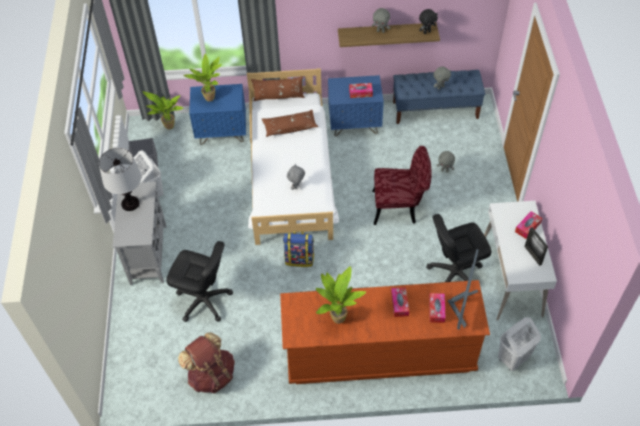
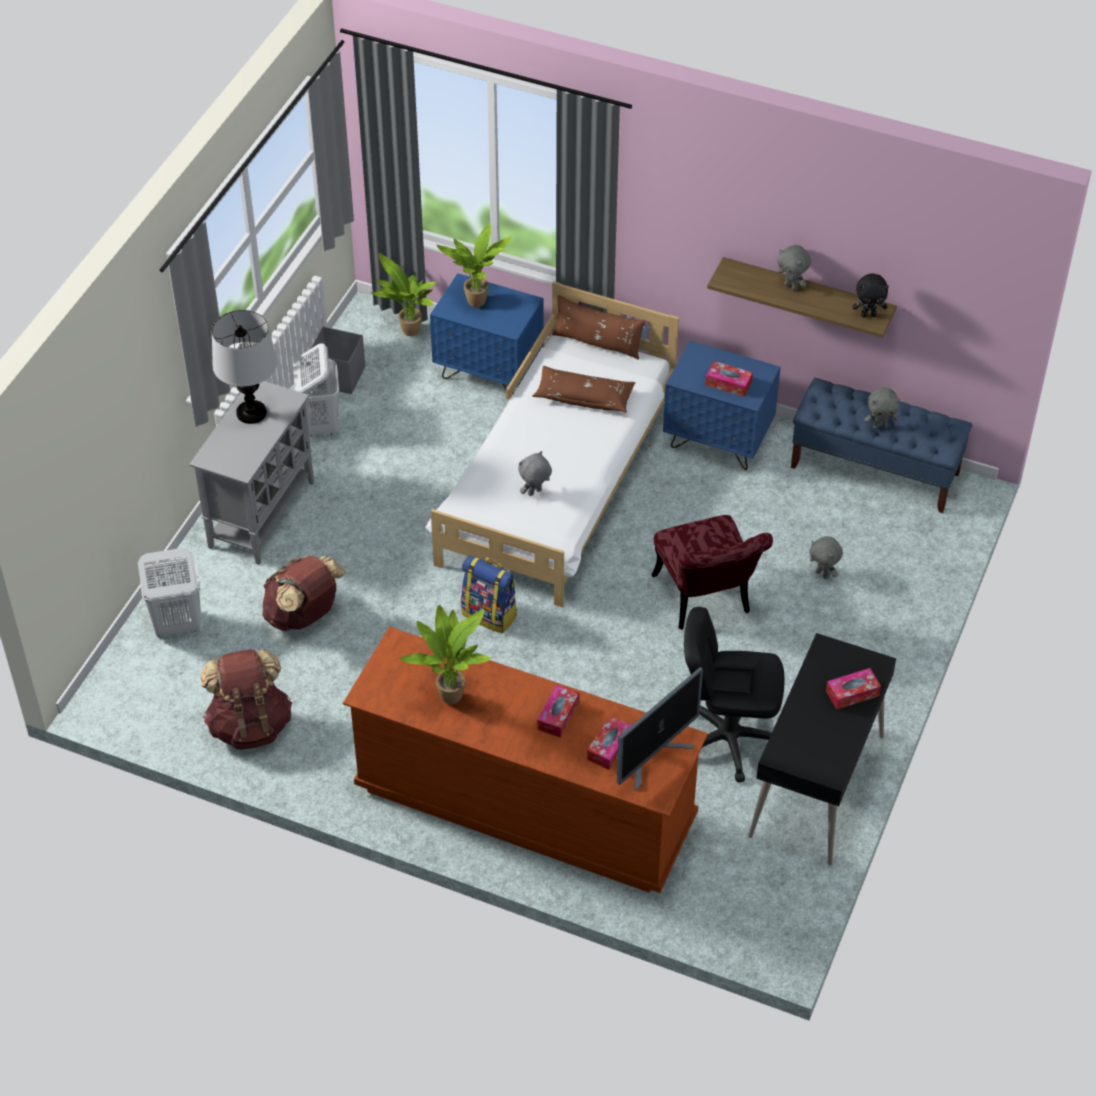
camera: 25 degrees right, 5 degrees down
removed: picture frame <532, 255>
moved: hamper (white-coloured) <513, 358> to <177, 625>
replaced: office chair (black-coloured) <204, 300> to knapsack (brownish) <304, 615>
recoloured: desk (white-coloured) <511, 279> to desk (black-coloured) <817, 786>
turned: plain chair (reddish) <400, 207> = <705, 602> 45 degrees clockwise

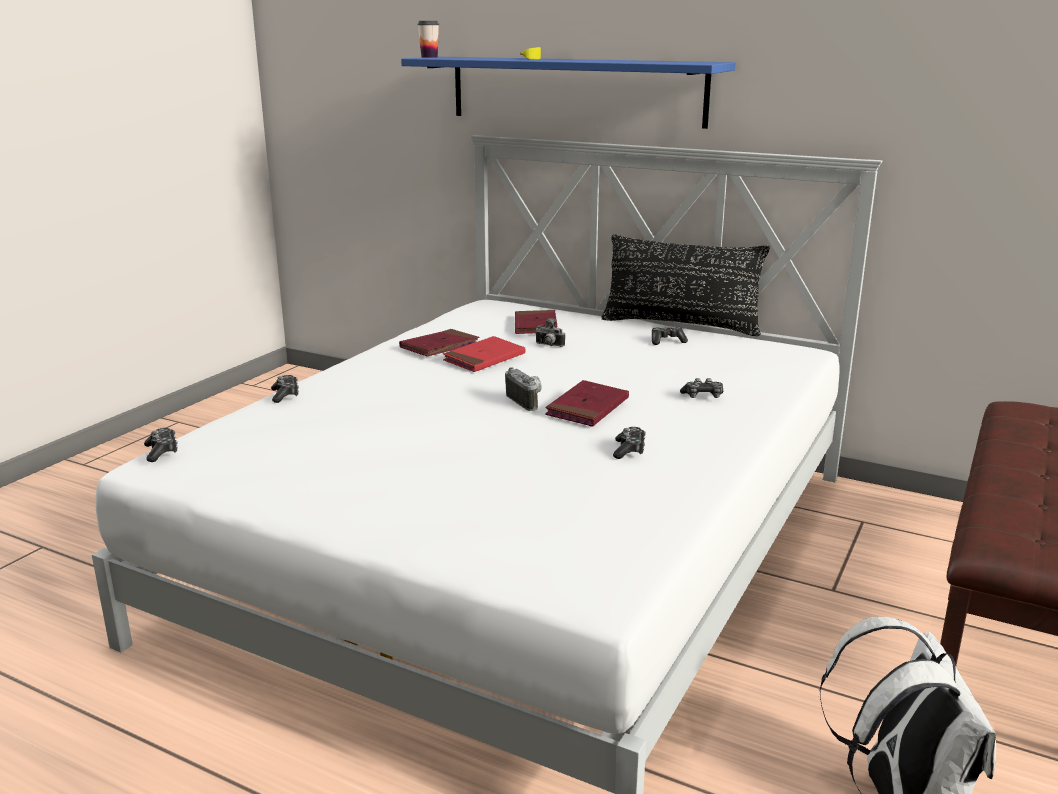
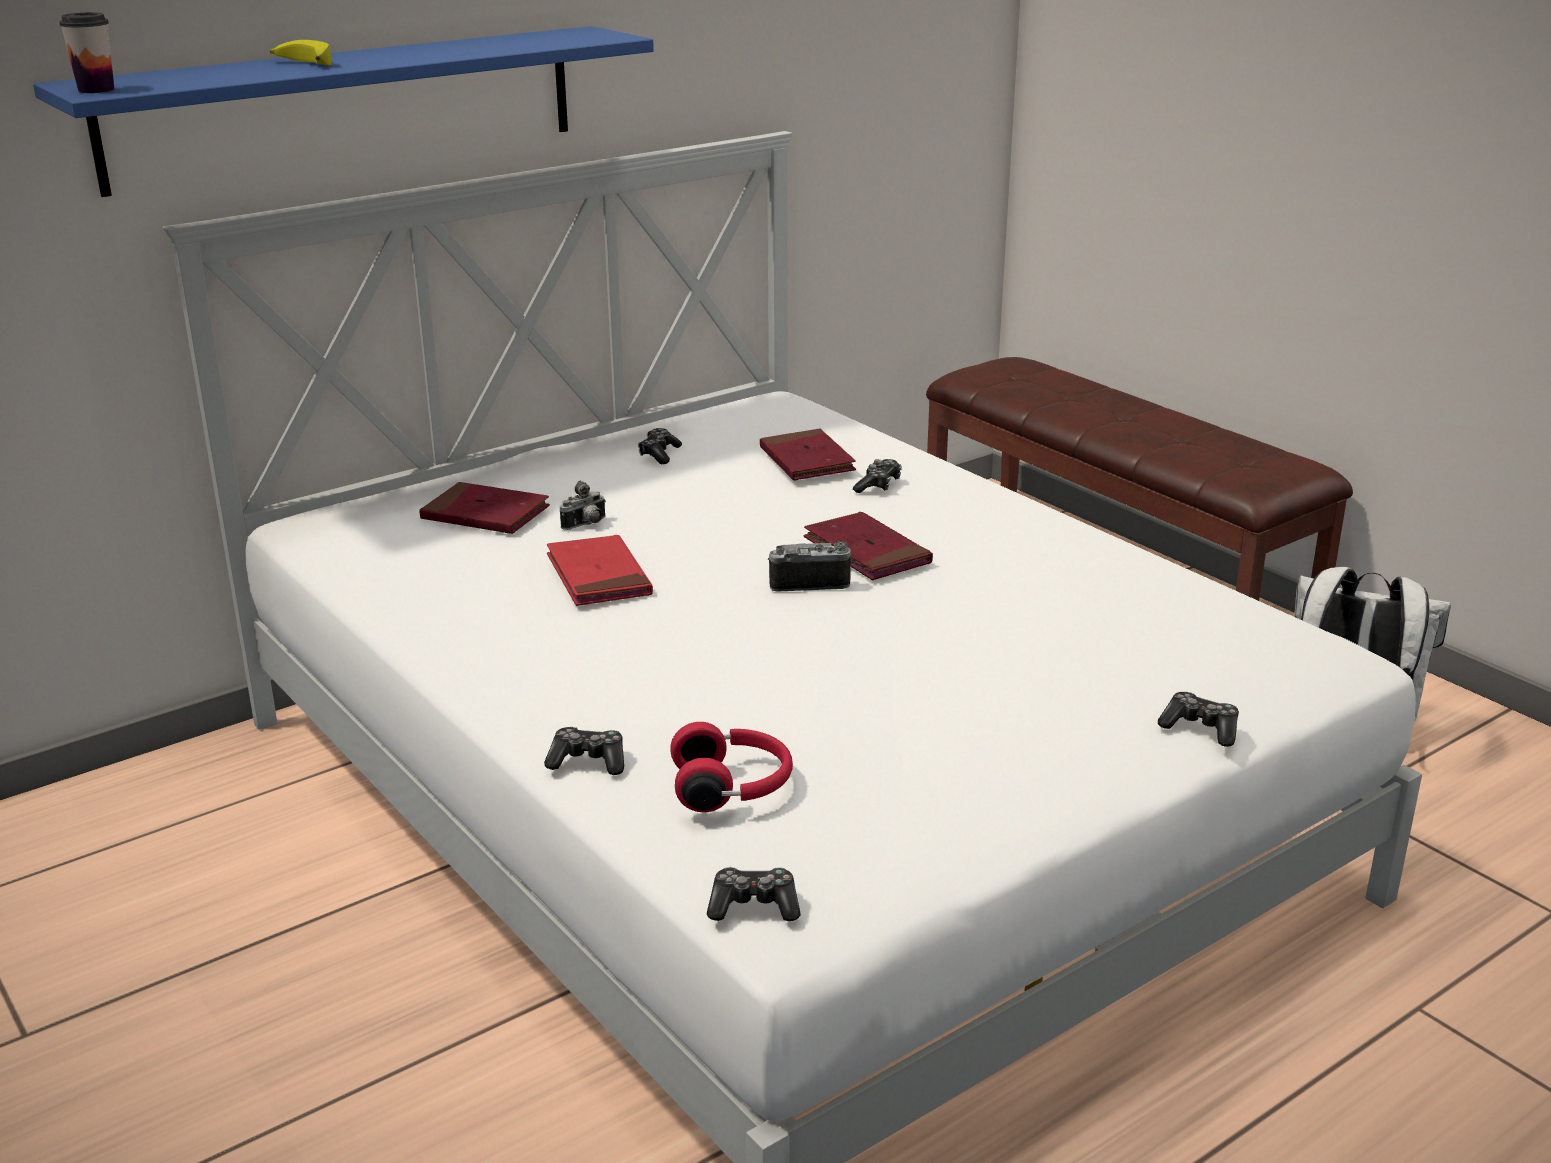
camera: 65 degrees left, 5 degrees up
removed: pillow (black-coloured) <680, 325>
added: pair of headphones (reddish) <733, 788>
moved: book (reddish) <440, 347> to <806, 460>; gamepad <629, 450> to <1200, 728>

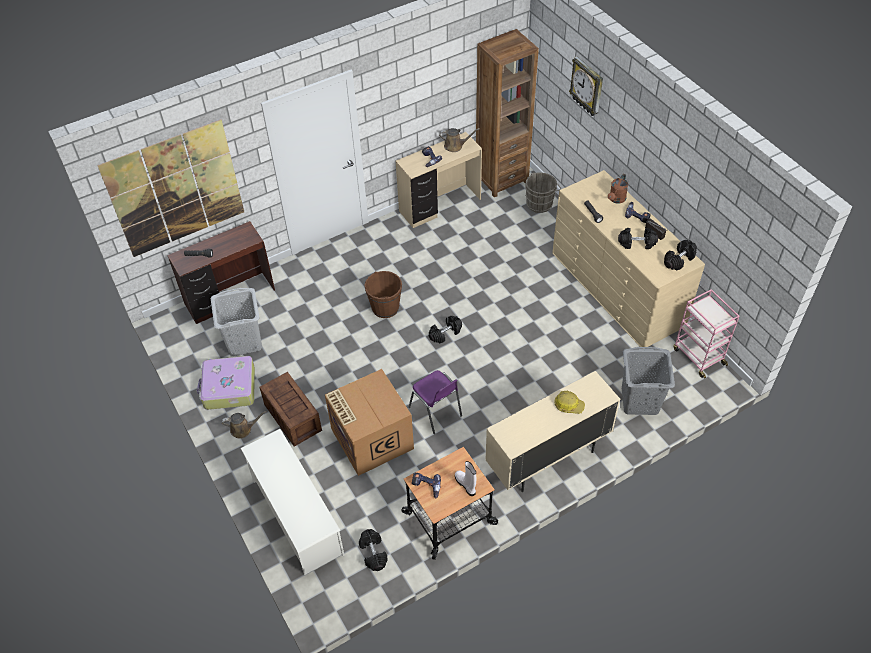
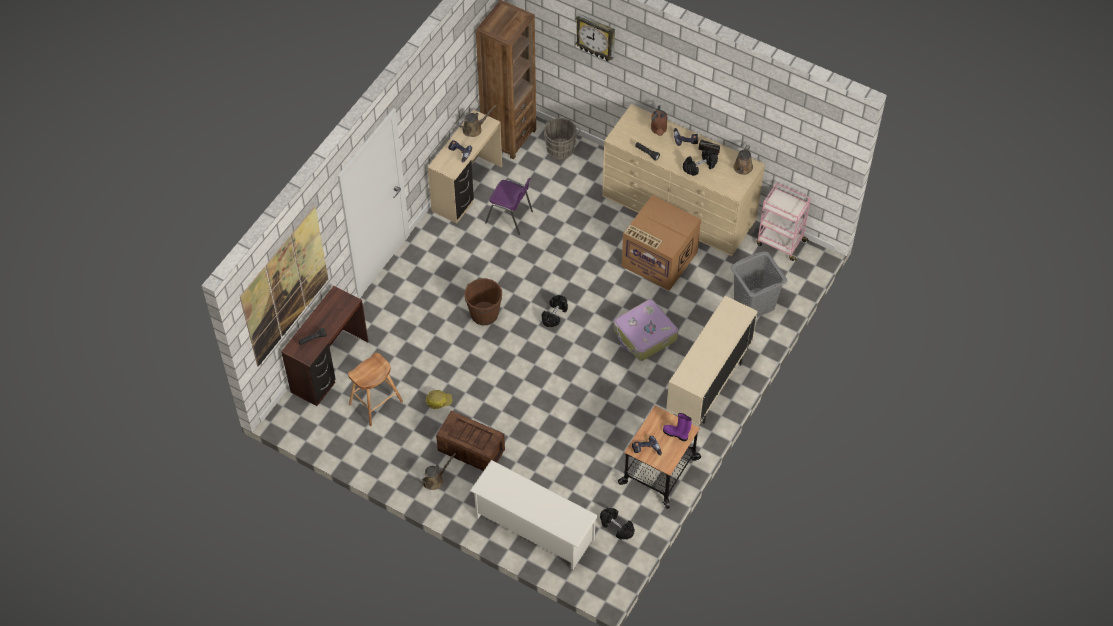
camera: 30 degrees left, 5 degrees up
moved: travel case <229, 388> to <645, 335>; carton <371, 438> to <658, 259>; plain chair (purple-coloured) <436, 412> to <510, 217>; safety helmet <568, 405> to <438, 401>
replaced: hand weight (black-coloured) <679, 260> to sprinkling can (brownish) <742, 168>; hamper (grey) <244, 342> to stool (brownish) <376, 403>
recoloured: boot (white-coloured) <466, 485> to boot (purple-coloured) <676, 434>

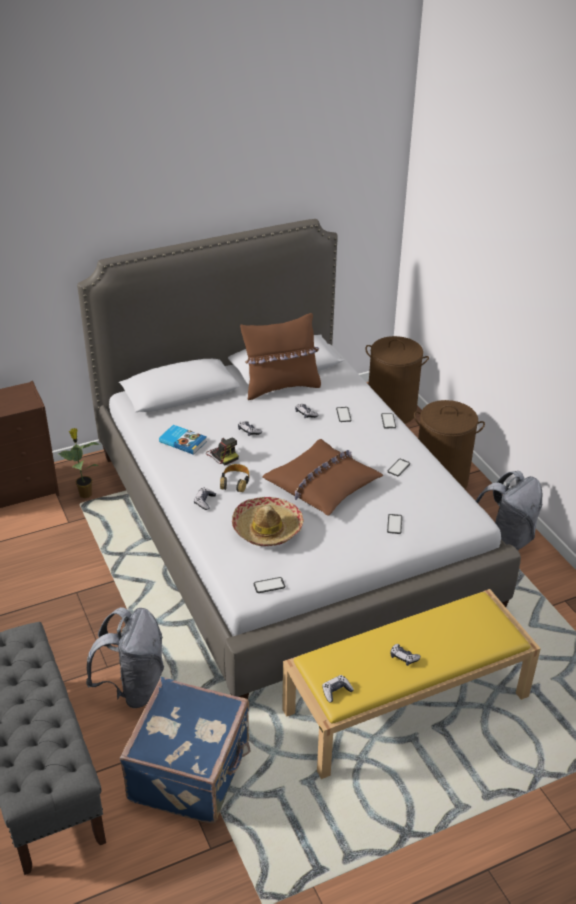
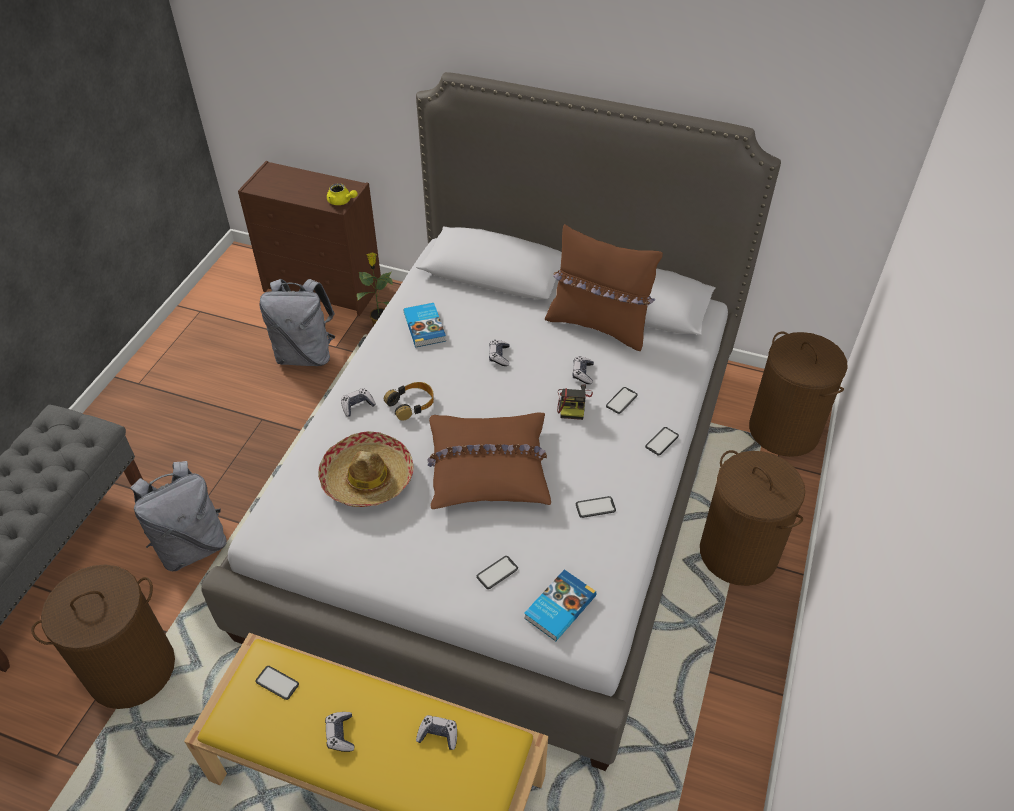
camera: 45 degrees right, 10 degrees up
added: pot for tea (yellow-coloured) <342, 201>; book <558, 607>
moved: still camera <222, 455> to <573, 403>; knapsack (grey) <503, 542> to <306, 354>; phone <269, 585> to <277, 683>; gamepad <336, 691> to <438, 735>
replaced: travel case (bluish) <192, 772> to hamper (brownish) <132, 668>

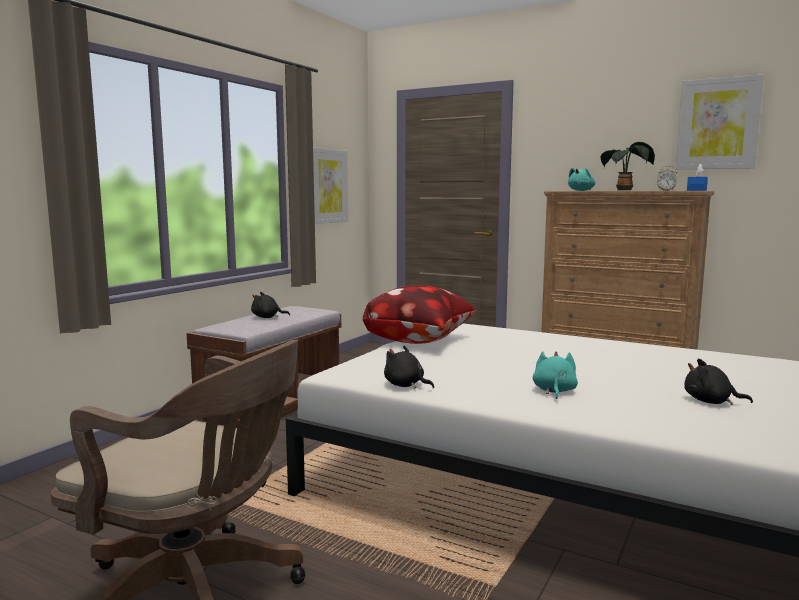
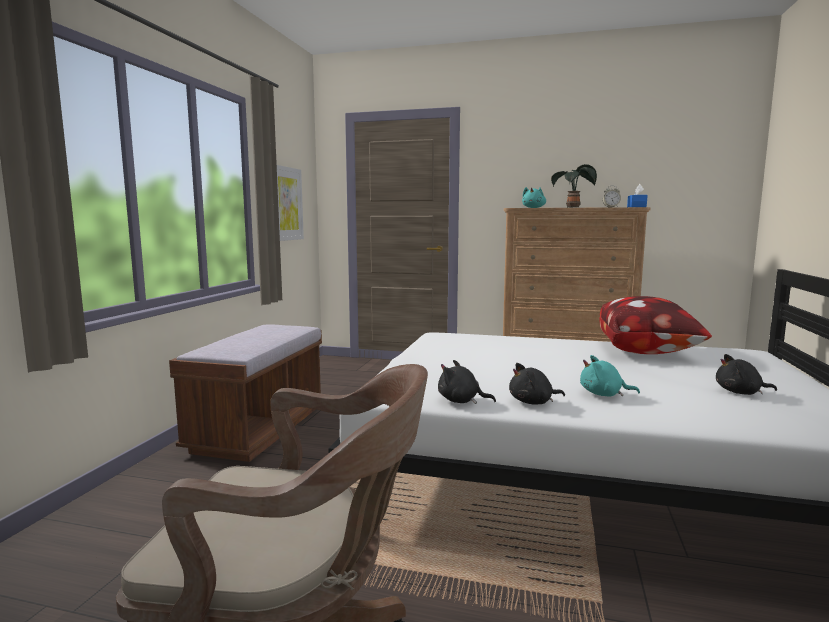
camera: 15 degrees left, 0 degrees up
removed: picture <718, 124>
moved: pillow <421, 341> to <647, 351>; soft toy (black-coloured) <267, 317> to <533, 402>
turned: soft toy (turquoise-coloured) <554, 391> = <604, 394> 75 degrees counterclockwise

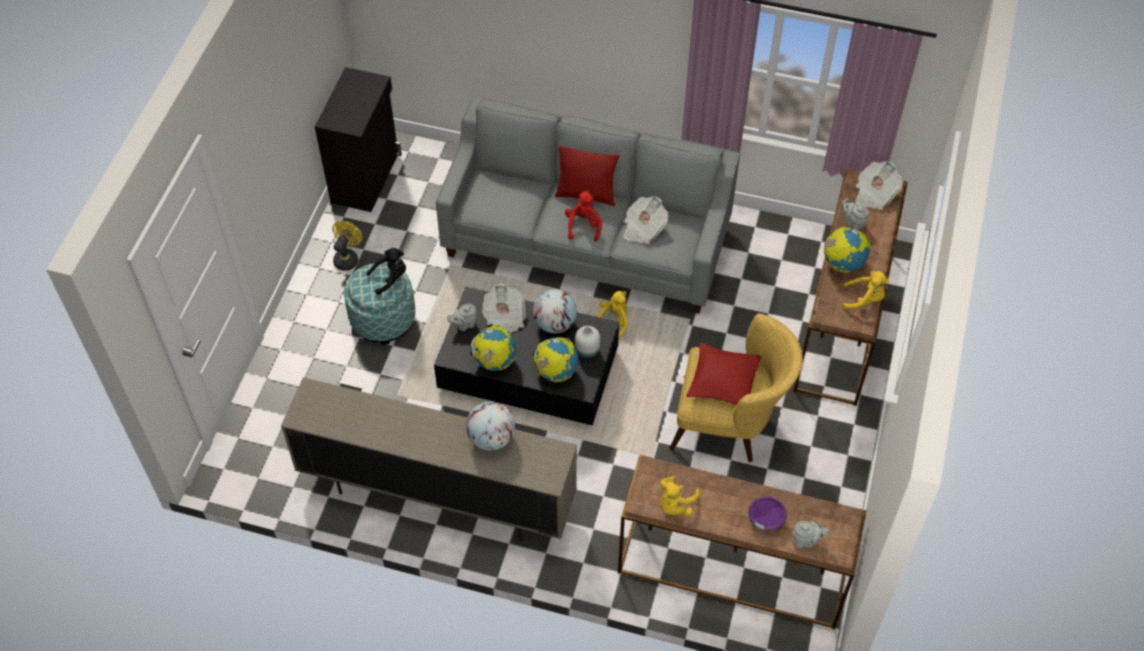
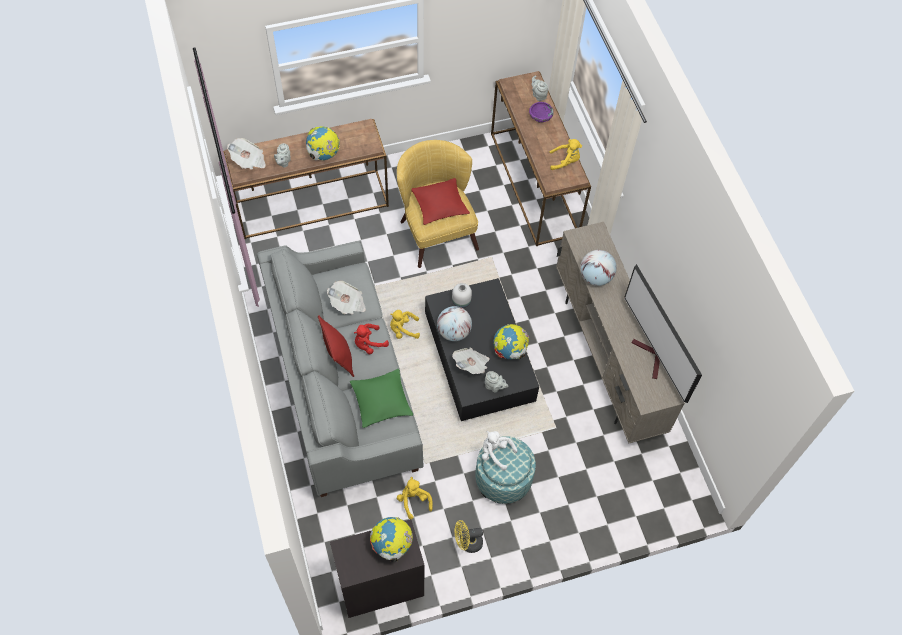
camera: 125 degrees left, 5 degrees up
added: TV set <652, 357>; pillow (green-coloured) <381, 401>
moved: soft toy (yellow-coloured) <864, 299> to <414, 501>; world globe <556, 372> to <391, 545>
recoloured: soft toy (black-coloured) <390, 278> to soft toy (white-coloured) <495, 453>

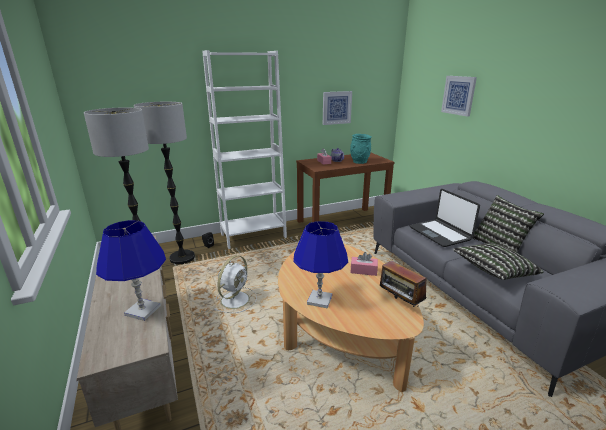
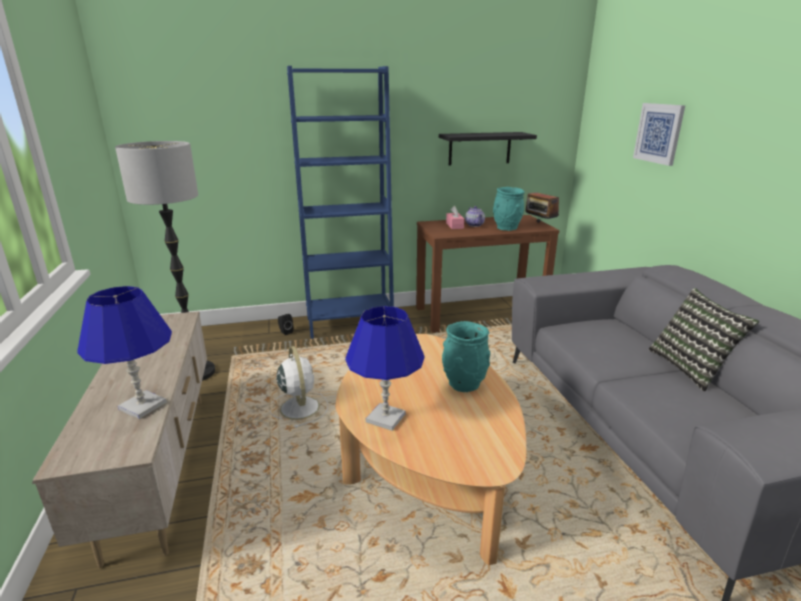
camera: 10 degrees right, 0 degrees up
removed: standing lamp <182, 258>; laptop <440, 233>; pillow <493, 271>
moved: radio <399, 303> to <539, 224>
replaced: picture <336, 107> to wall shelf (black-coloured) <479, 148>; tissue box (pink) <363, 270> to vase (turquoise-coloured) <464, 384>
recoloured: shelving unit (white-coloured) <253, 236> to shelving unit (bluish) <349, 323>
turned: cooling fan (white-coloured) <236, 299> = <299, 407> 60 degrees counterclockwise

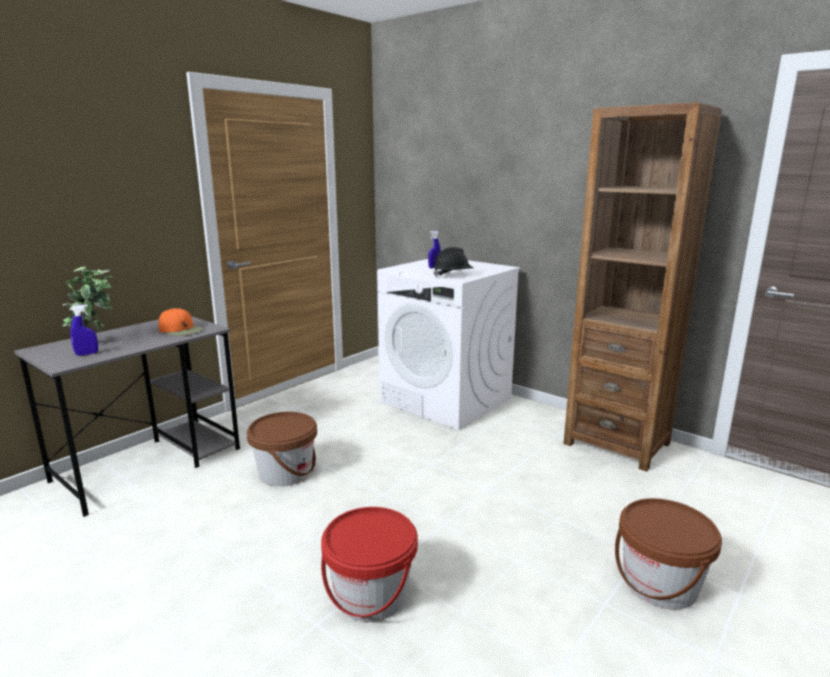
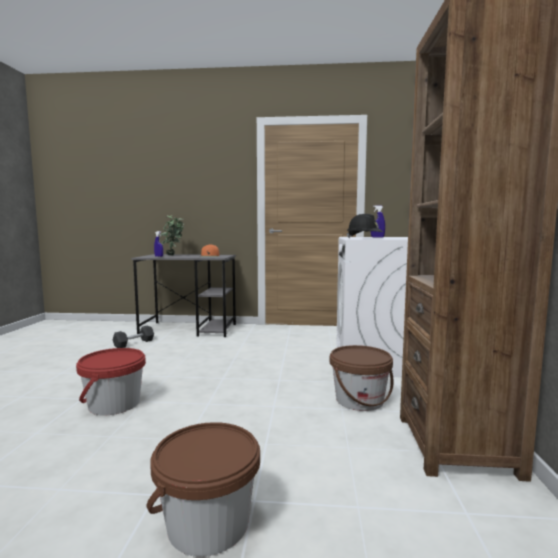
camera: 55 degrees right, 10 degrees down
added: hand weight (grey) <134, 343>
moved: water bucket (brownish) <286, 473> to <359, 400>

